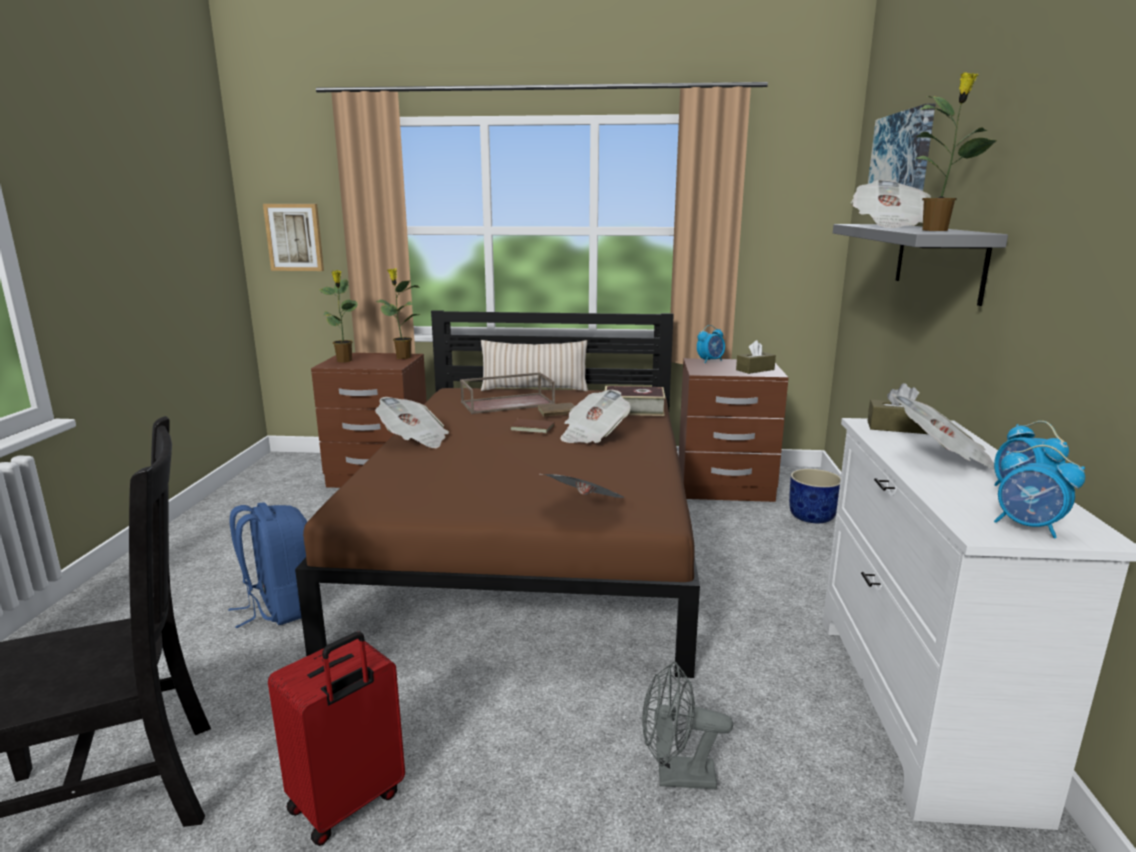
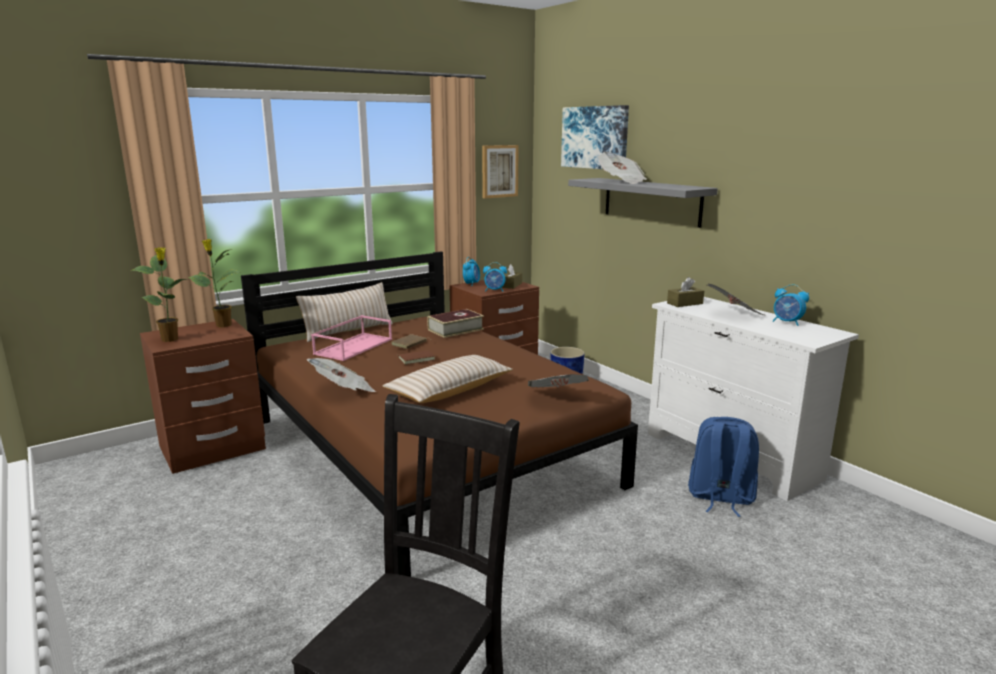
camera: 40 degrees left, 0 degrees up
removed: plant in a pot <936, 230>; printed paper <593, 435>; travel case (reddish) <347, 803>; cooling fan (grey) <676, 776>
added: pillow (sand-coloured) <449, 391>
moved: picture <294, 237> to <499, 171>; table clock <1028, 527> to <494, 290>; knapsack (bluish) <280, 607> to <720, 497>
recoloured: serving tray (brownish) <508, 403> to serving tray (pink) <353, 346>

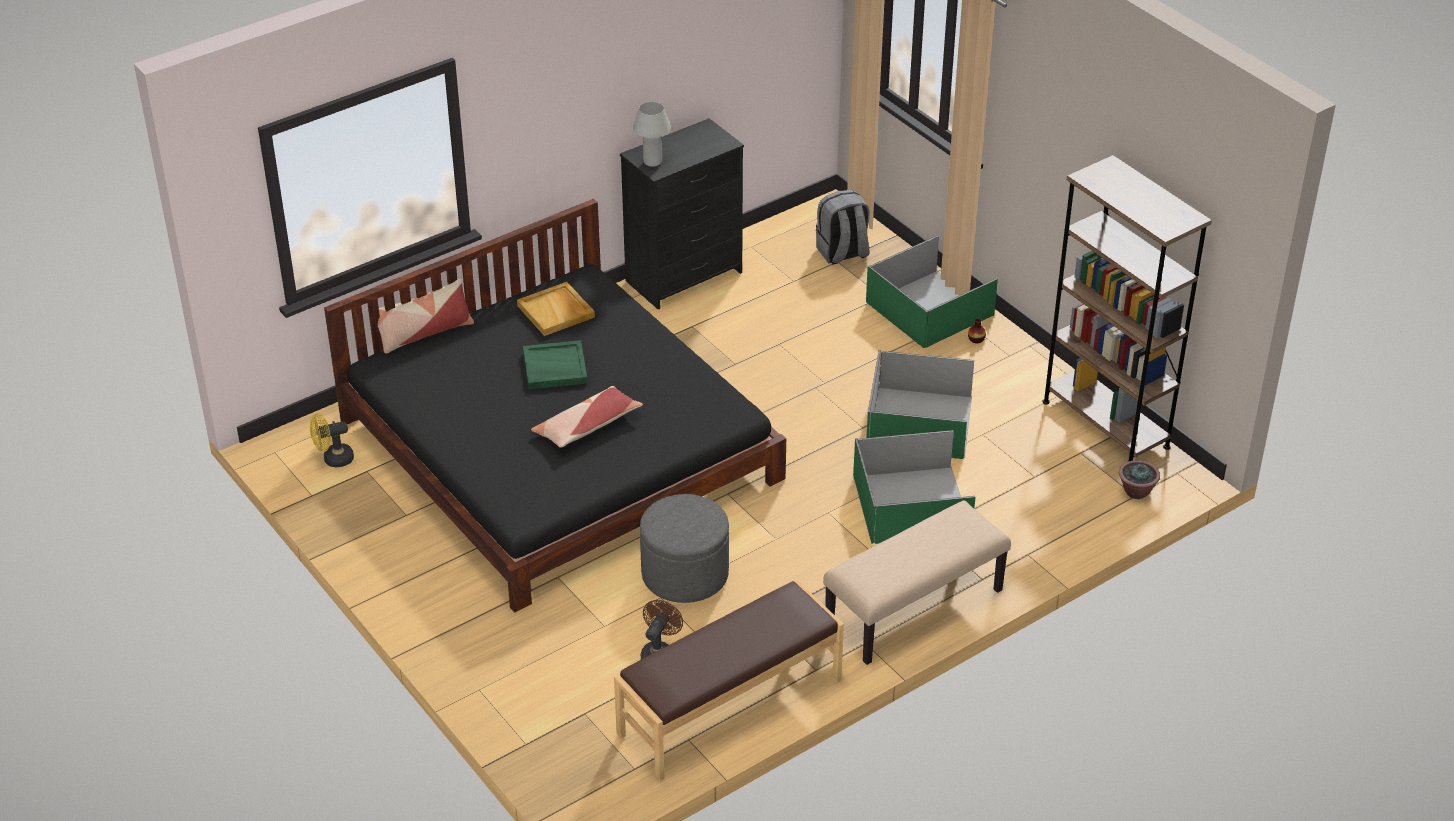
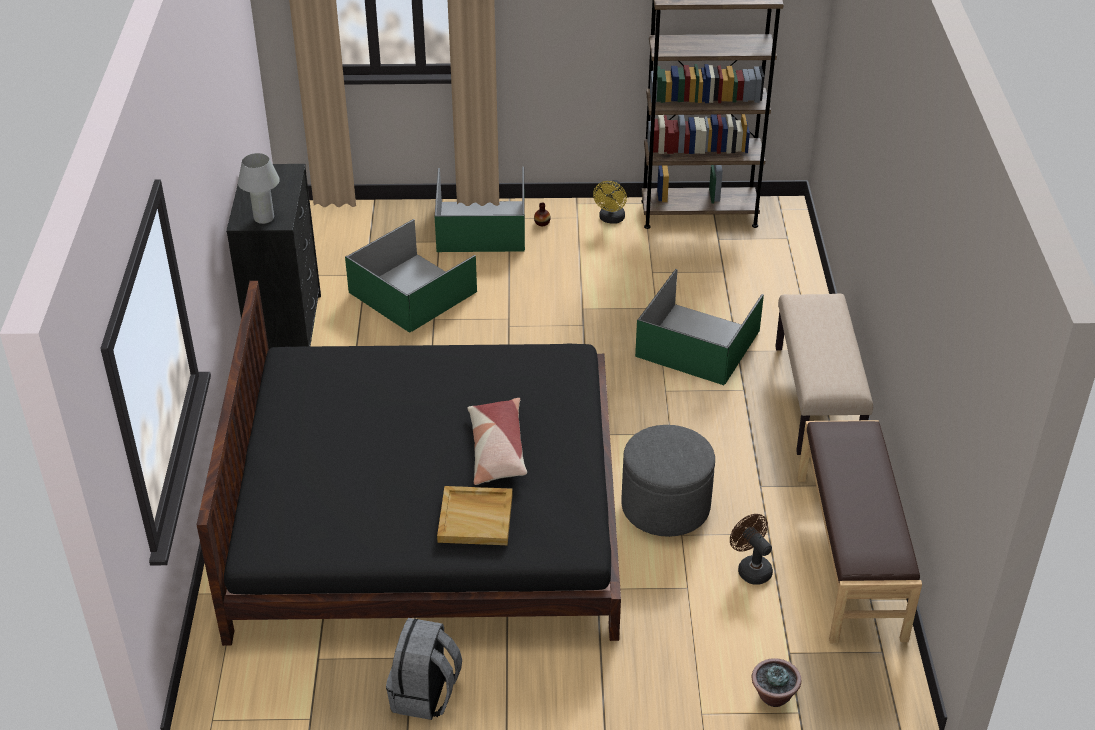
camera: 55 degrees left, 0 degrees up
removed: pillow <424, 333>; serving tray (green-coloured) <554, 368>
moved: knapsack (grey) <842, 253> to <425, 695>; serving tray (sand-coloured) <556, 311> to <476, 518>; storage bin (green-coloured) <919, 423> to <414, 293>; cooling fan (yellow-coloured) <333, 459> to <611, 219>; plant in a pot <1136, 491> to <773, 696>

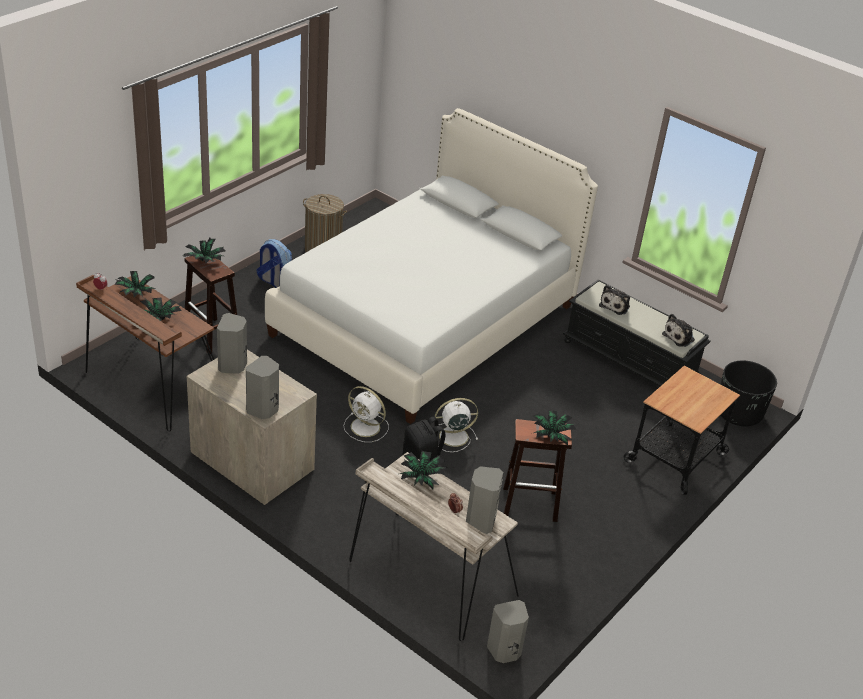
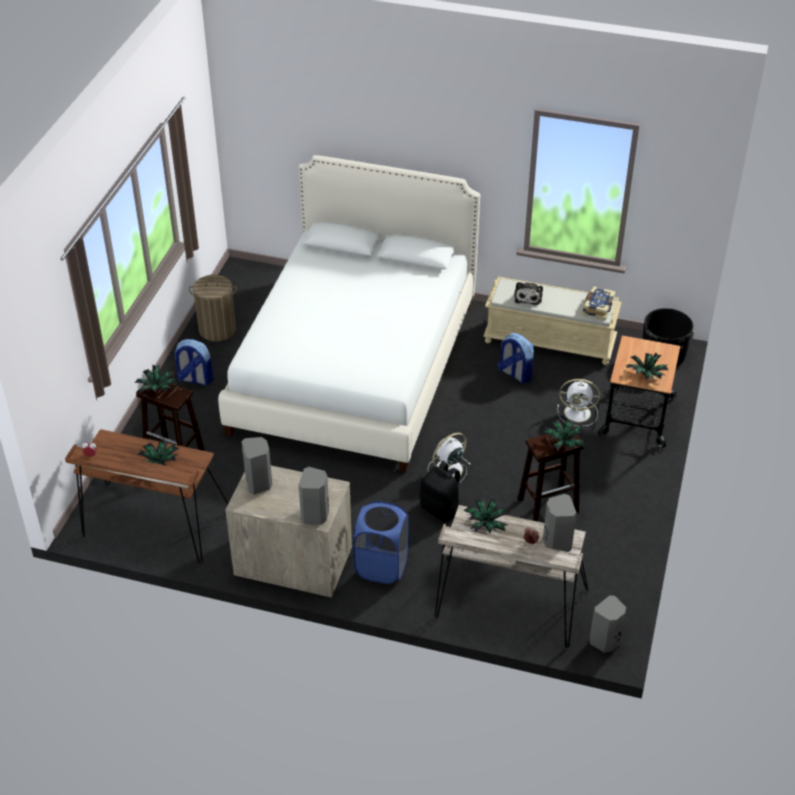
camera: 20 degrees left, 5 degrees up
added: knapsack <514, 374>; hamper (bluish) <382, 566>
moved: plant in a pot <136, 293> to <646, 375>; cooling fan (white-coloured) <366, 427> to <578, 413>
replaced: soft toy <679, 337> to book <597, 308>
recoloured: indoor bench (black-coloured) <630, 361> to indoor bench (sand-coloured) <550, 341>

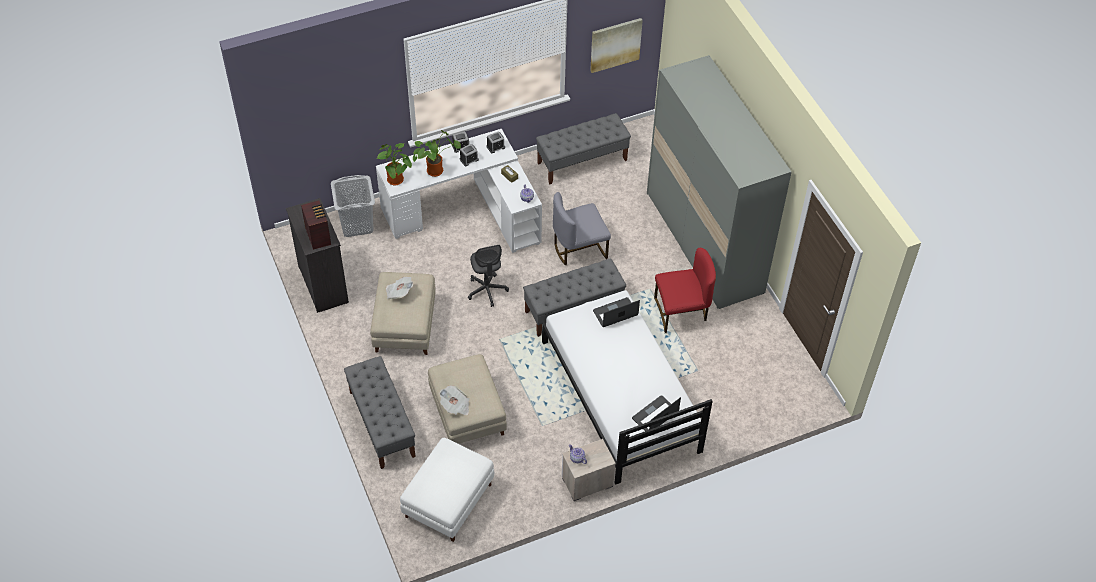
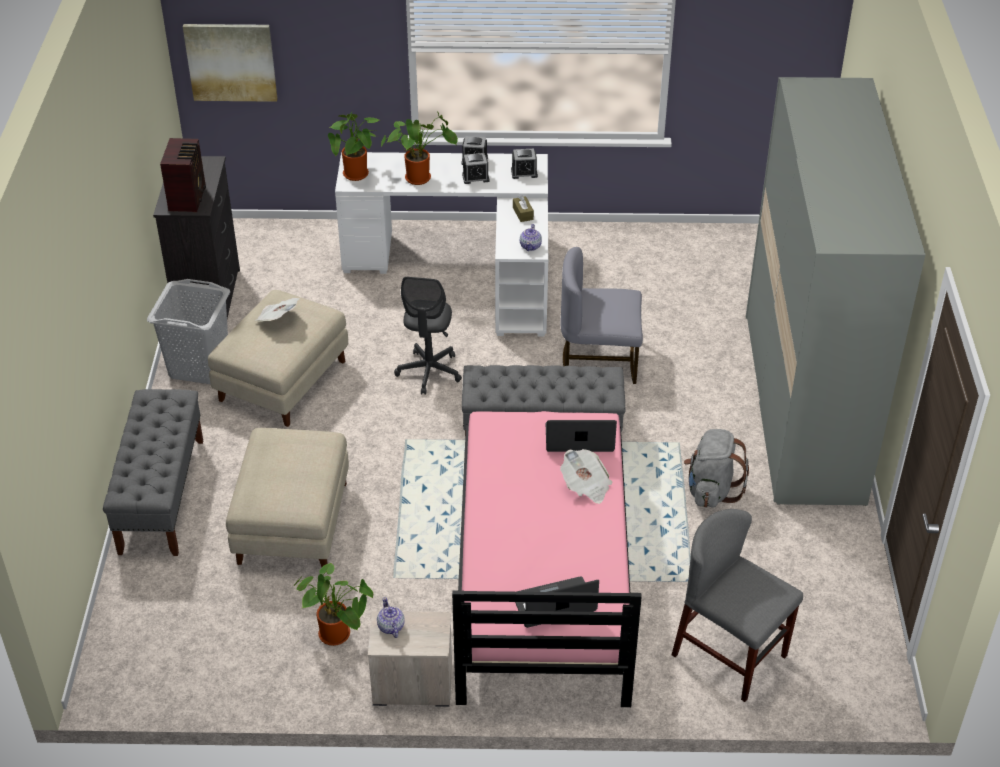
camera: 25 degrees right, 10 degrees down
removed: indoor bench (grey) <582, 161>; footrest (white-coloured) <448, 501>
added: plain chair (grey) <729, 655>; plant in a pot <338, 635>
moved: picture <615, 44> to <231, 62>; hamper (grey) <356, 225> to <198, 366>; printed paper <455, 406> to <586, 486>
replaced: plain chair (reddish) <681, 312> to knapsack (grey) <711, 490>
recoloured: bed (white-coloured) <619, 396> to bed (pink) <542, 576>

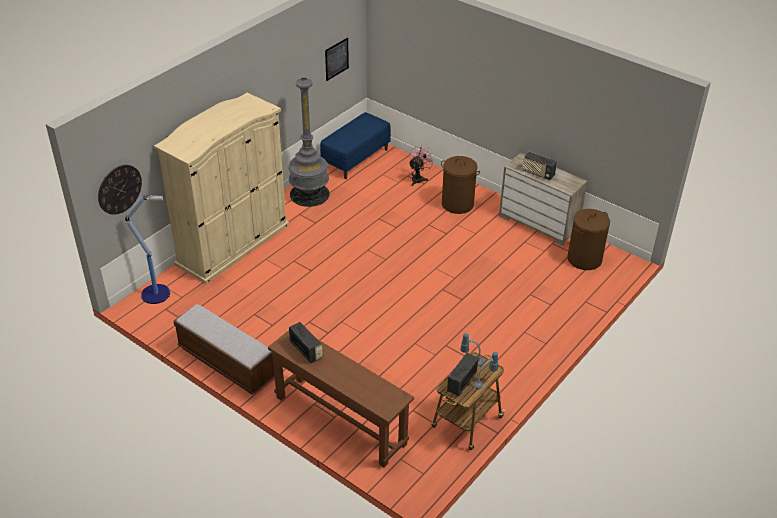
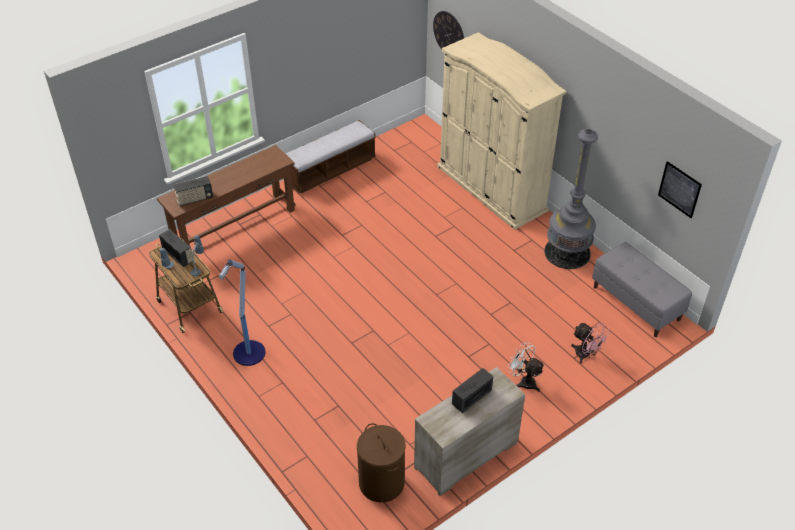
camera: 105 degrees right, 5 degrees up
moved: standing lamp <157, 294> to <248, 354>; radio <306, 350> to <195, 199>
replaced: hamper (brownish) <457, 204> to cooling fan (white-coloured) <524, 381>
recoloured: indoor bench (bluish) <356, 158> to indoor bench (grey) <636, 303>

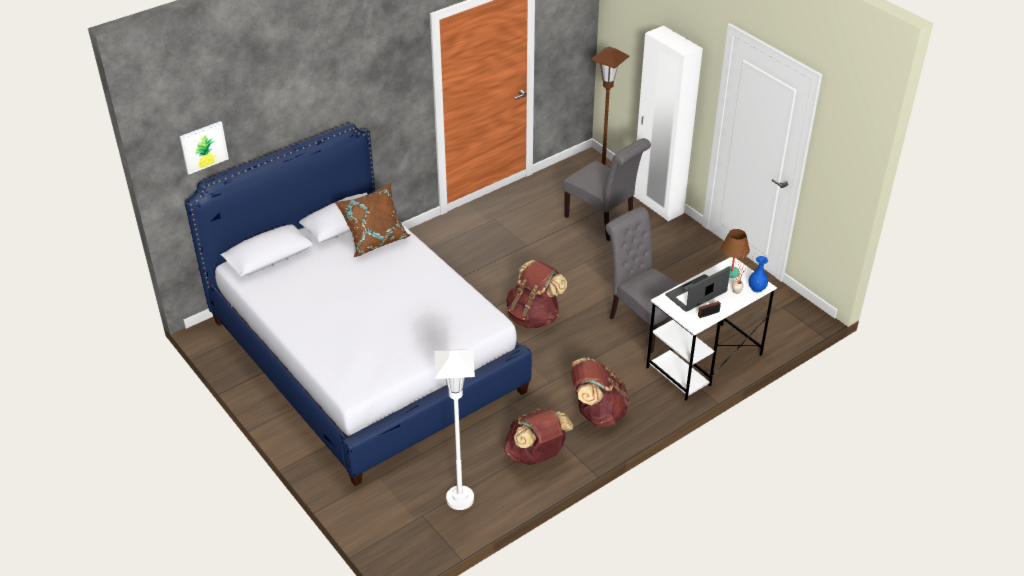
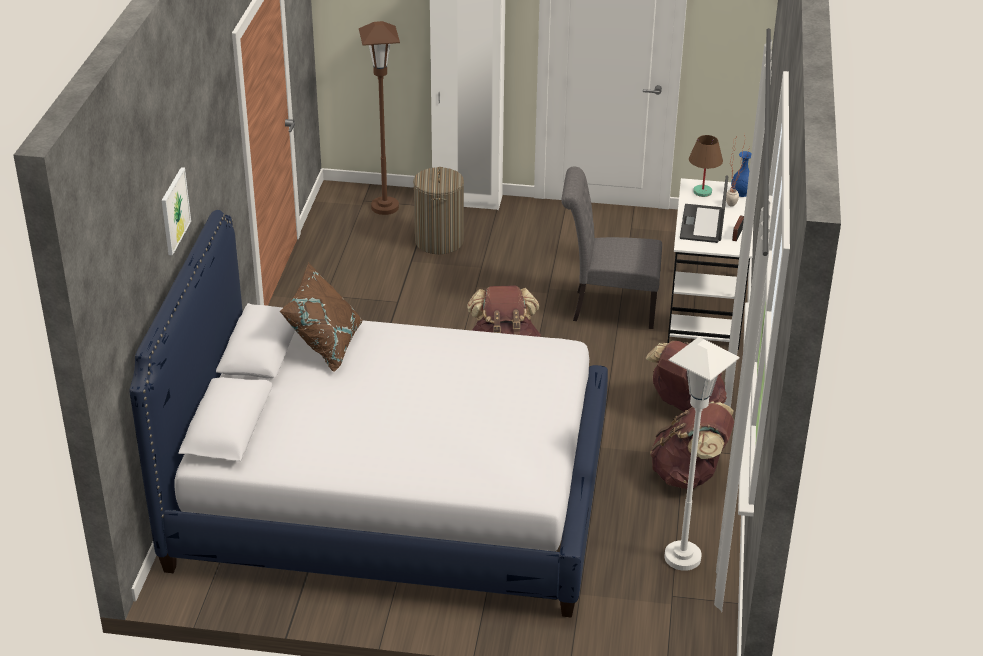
camera: 45 degrees left, 5 degrees down
moved: picture <204, 147> to <174, 211>
replaced: plain chair (grey) <603, 222> to hamper <439, 241>

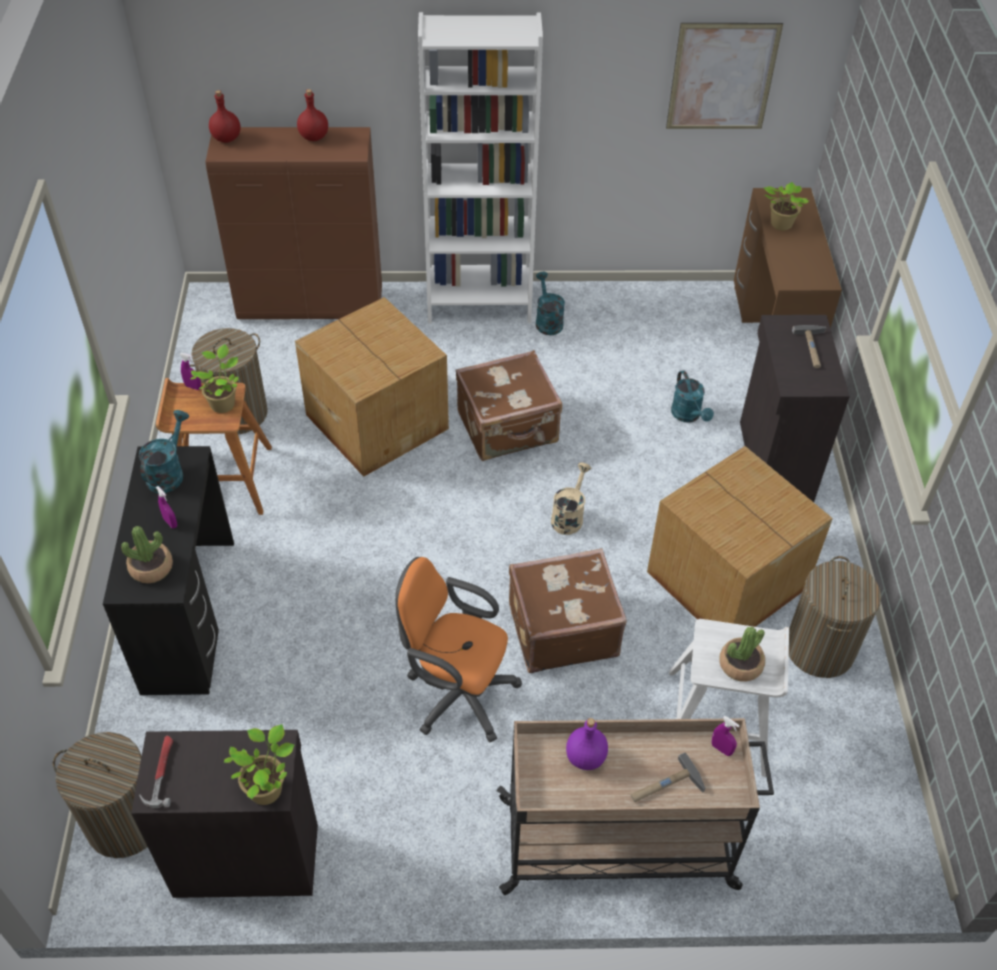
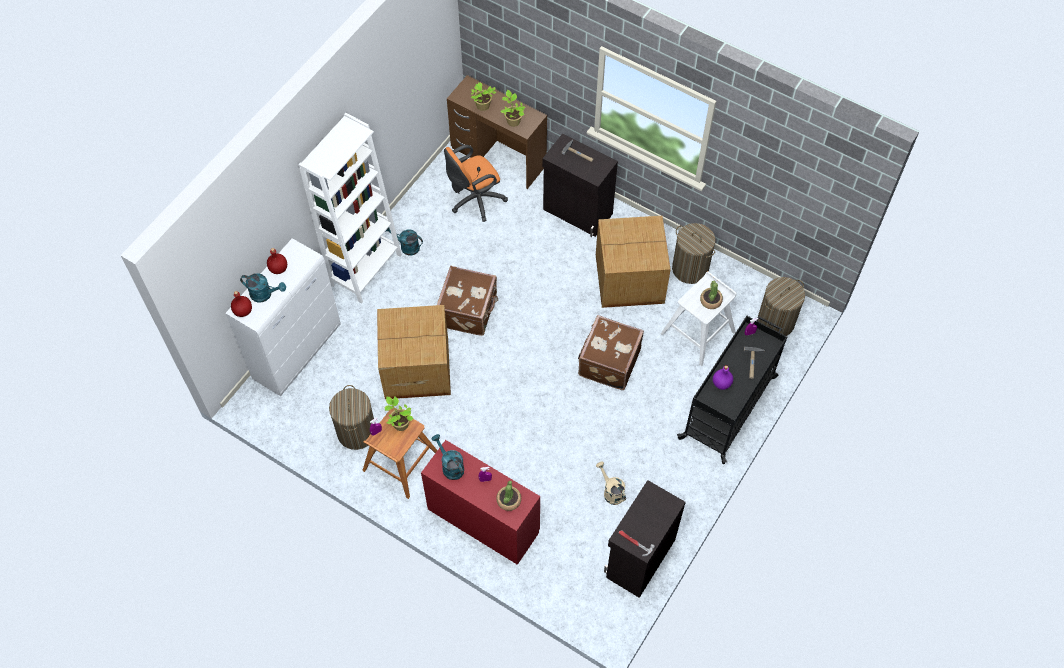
camera: 55 degrees left, 10 degrees up
removed: picture <722, 77>
moved: sprinkling can (turquoise-coloured) <688, 416> to <265, 294>; sprinkling can (sand-coloured) <569, 516> to <611, 491>; office chair (orangey) <456, 693> to <474, 201>; plant in a pot <267, 788> to <513, 121>; hamper <125, 821> to <775, 322>
recoloured: storage cabinet (brownish) <312, 304> to storage cabinet (white-coloured) <298, 352>; desk (black-coloured) <188, 615> to desk (reddish) <483, 520>; wheeled cart (sand-coloured) <620, 844> to wheeled cart (black-coloured) <729, 406>

